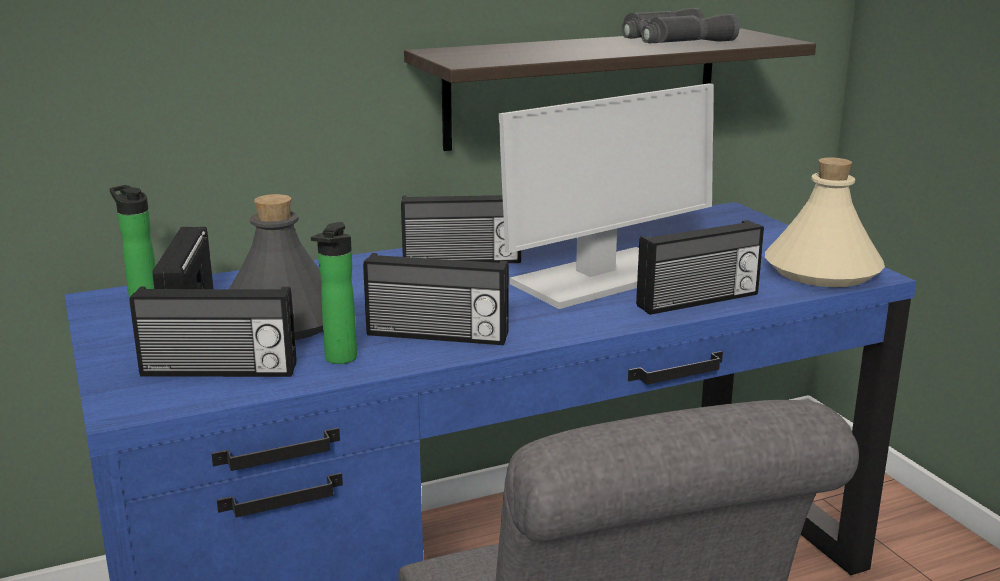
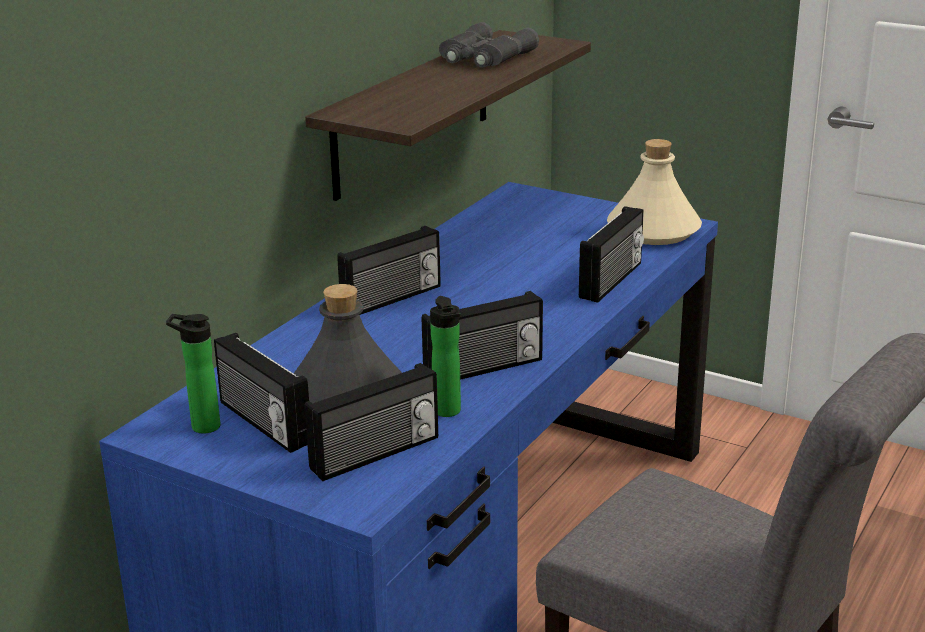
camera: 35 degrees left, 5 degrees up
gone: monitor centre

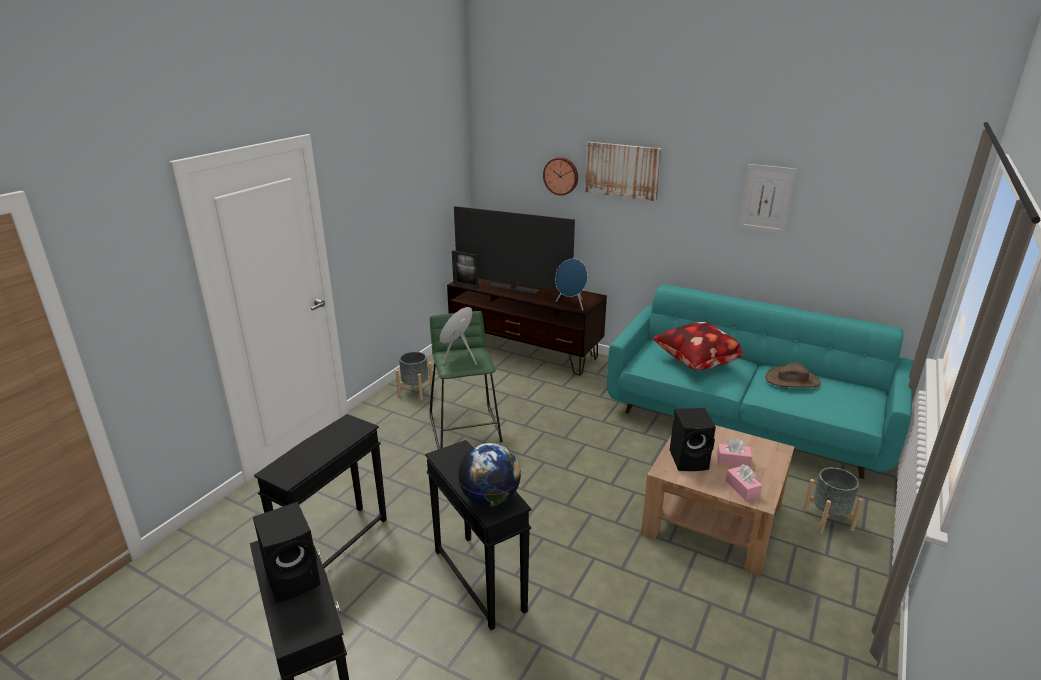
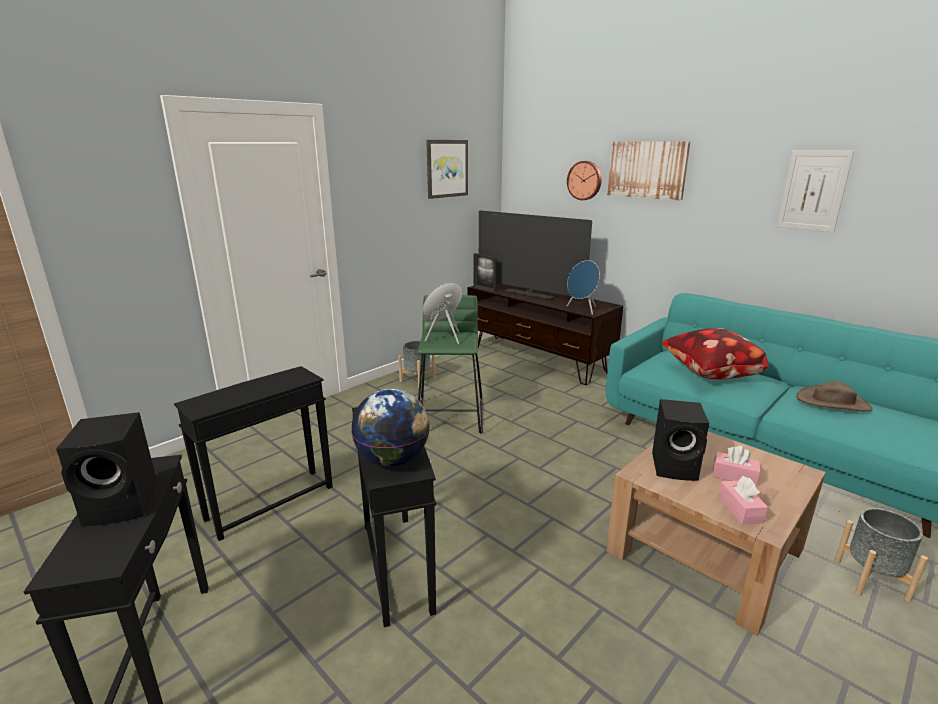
camera: 15 degrees right, 5 degrees down
new: obraz (no. 1 from left) top centre

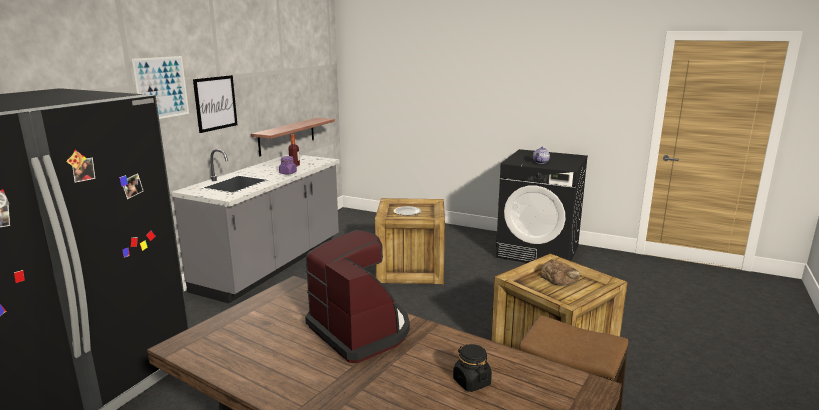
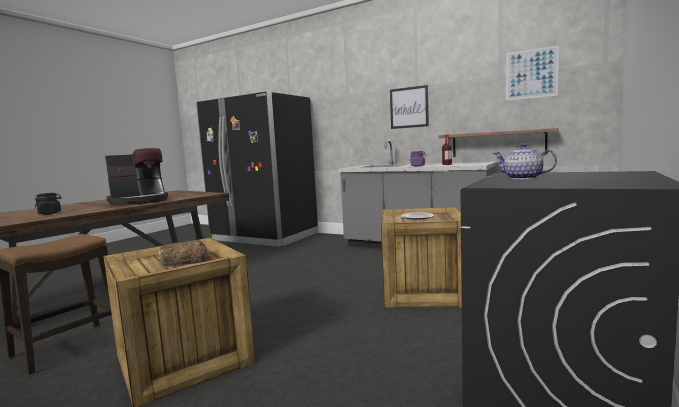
camera: 95 degrees right, 10 degrees down
shifted: obraz (no. 1 from left in the first image) top left to obraz (no. 2 from left) top right

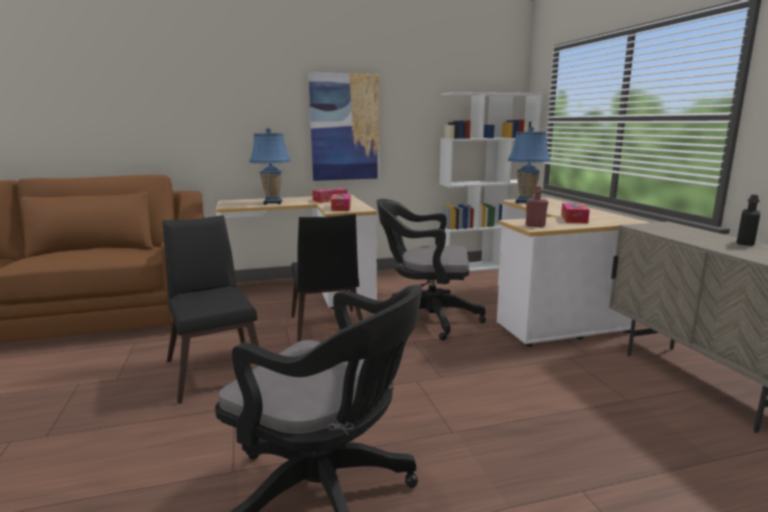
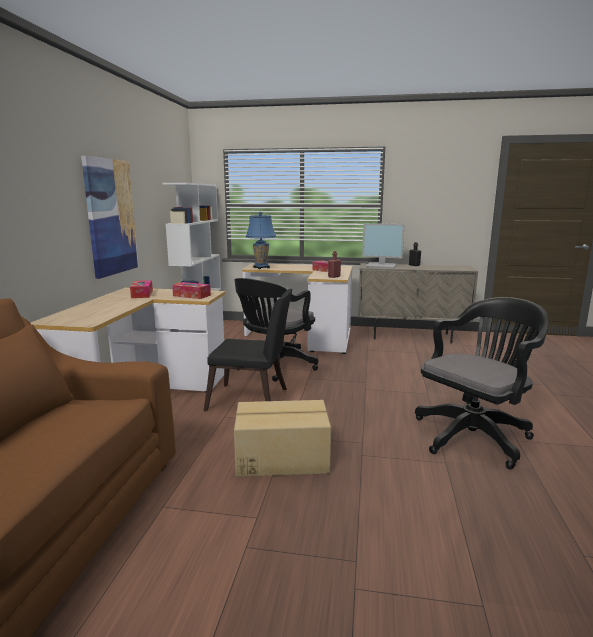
camera: 65 degrees left, 0 degrees up
gone: lampa stołowa/niebieski (no. 1 from left) top centre
new: monitor centre
swapped: krzesło/czarny (no. 1 from left) middle left to karton bottom centre

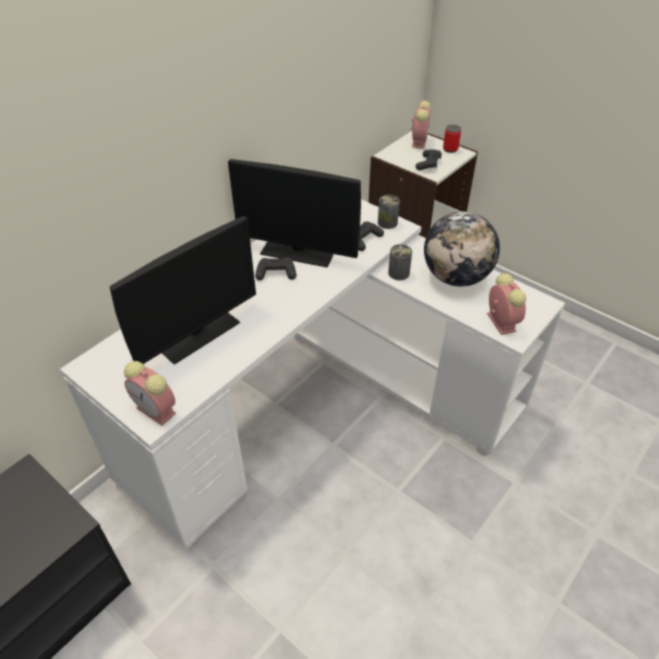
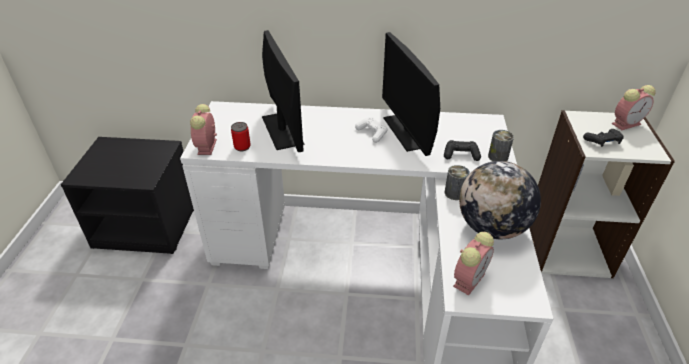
camera: 55 degrees right, 5 degrees down
shifted: puszka (no. 3 from left in the first image) top right to puszka (no. 1 from left) centre
repainted: pad do gier/czarny (no. 1 from left) centre to pad do gier/biały centre
rotated: monitor (no. 1 from left) middle left = top centre 120 degrees counterclockwise

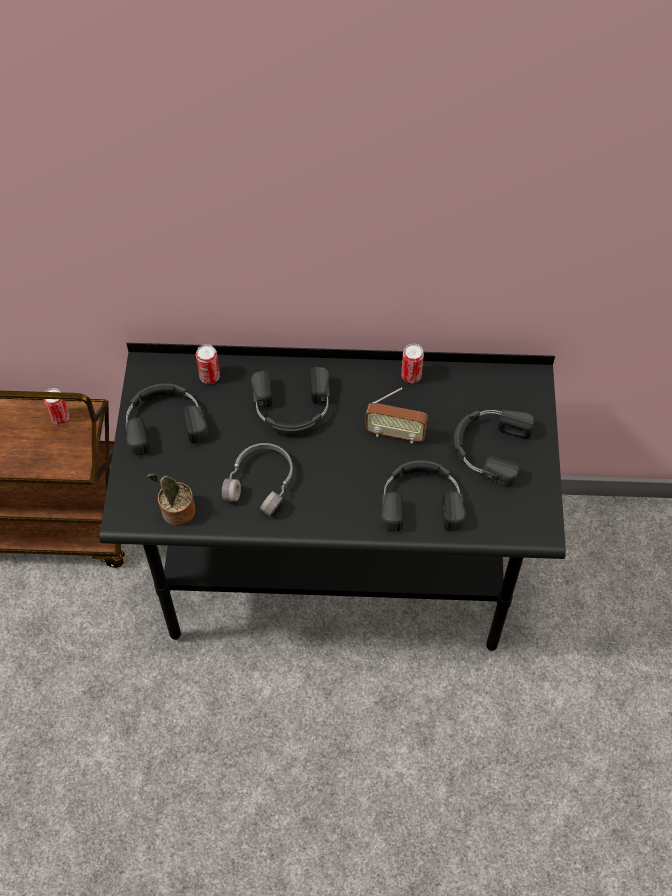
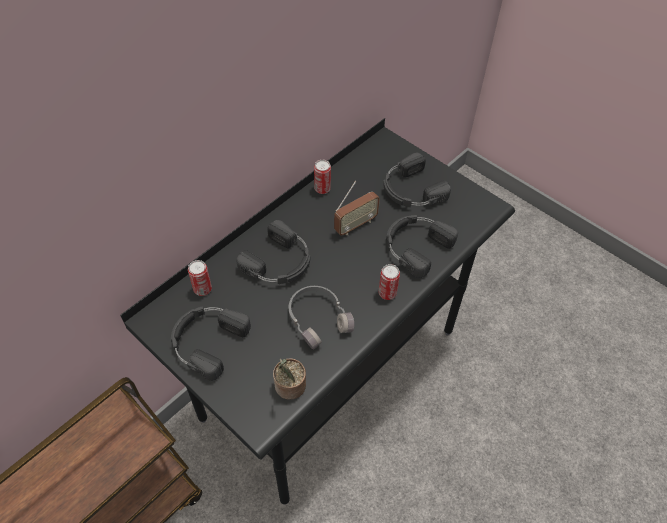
camera: 50 degrees left, 5 degrees down
shifted: puszka (no. 1 from left in the first image) middle left to puszka (no. 3 from left) centre

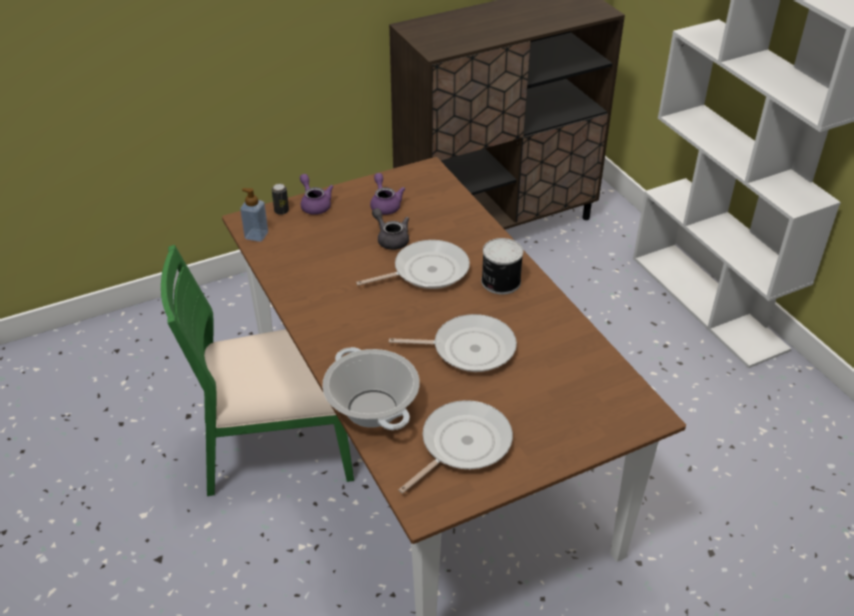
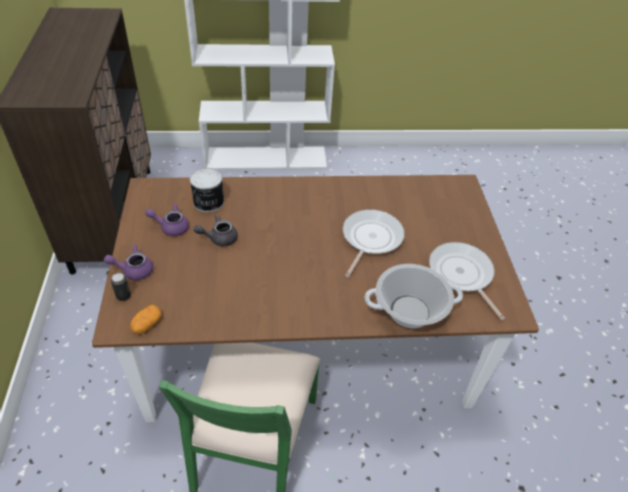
camera: 70 degrees left, 5 degrees up
gone: patelnia (no. 1 from left) centre
shifted: puszka (no. 2 from left) centre to middle left
swapped: dozownik mydła middle left to ziemniak middle left

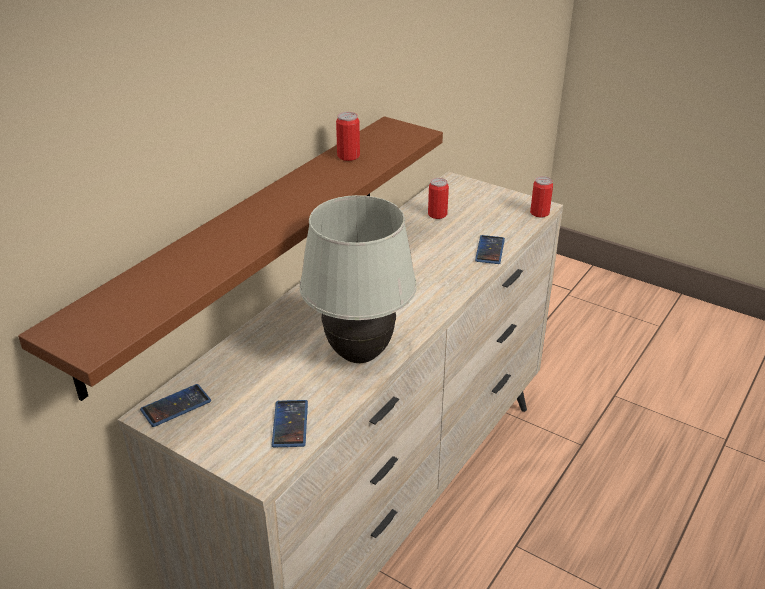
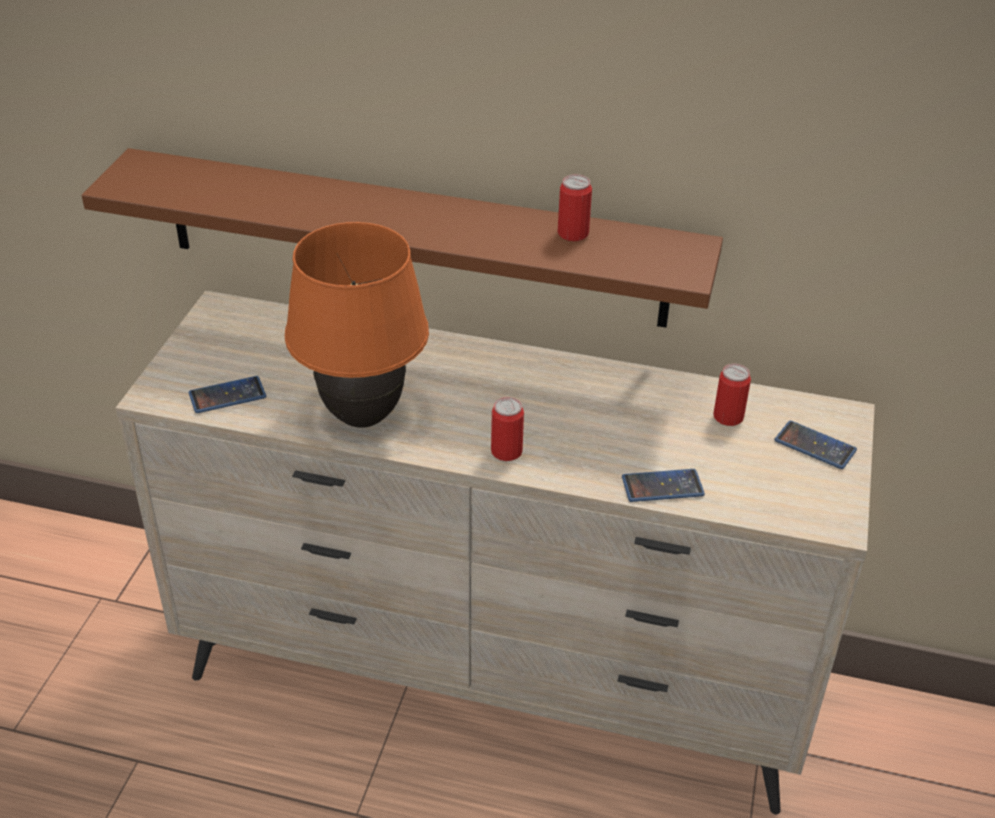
camera: 70 degrees right, 5 degrees up
shifted: puszka (no. 3 from left in the first image) middle right to puszka (no. 1 from left) centre; telefon (no. 1 from left in the first image) bottom left to telefon (no. 3 from left) middle right
repainted: lampa stołowa/biały centre to lampa stołowa/pomarańczowy centre

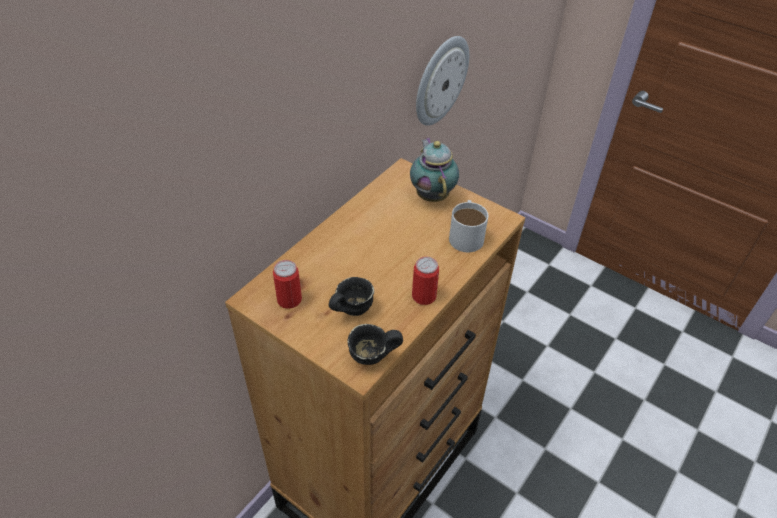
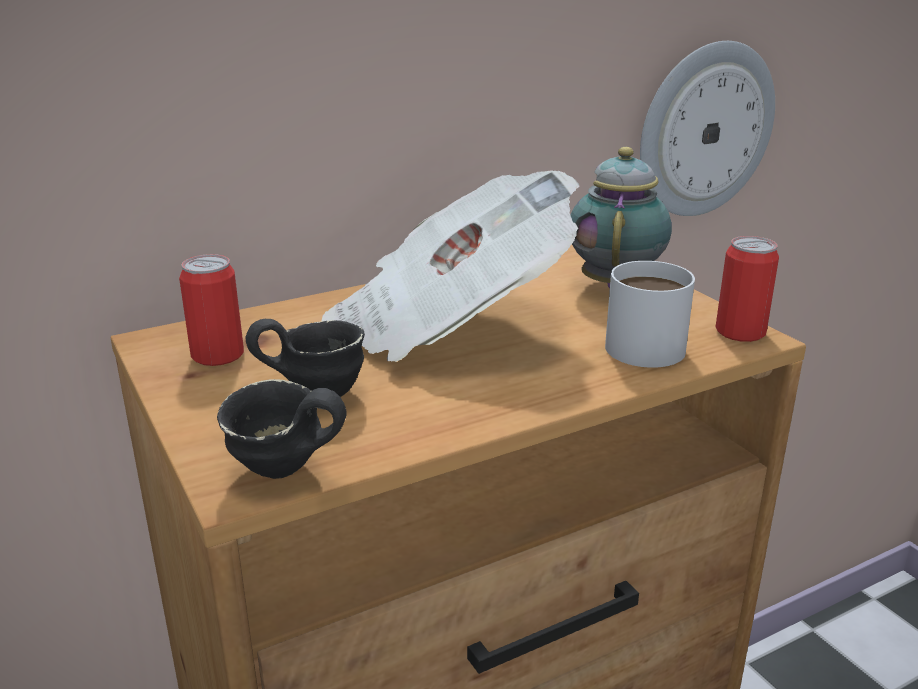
camera: 25 degrees right, 20 degrees down
new: gazeta centre
shifted: puszka (no. 2 from left) centre to middle right

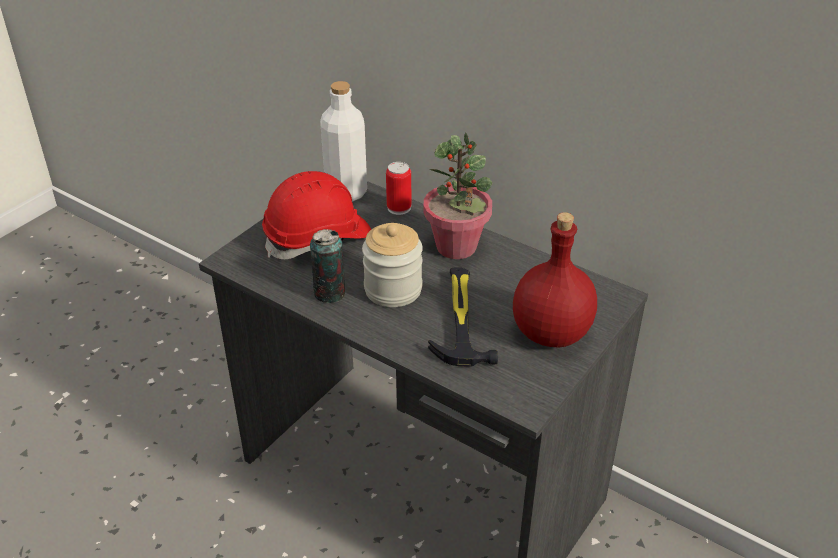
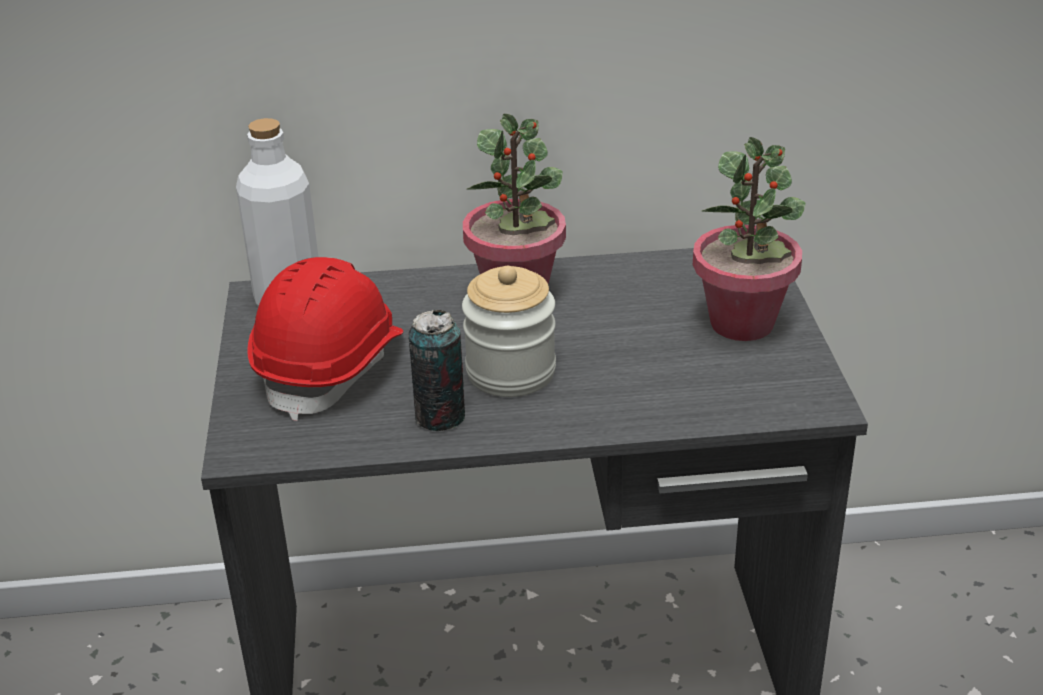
camera: 40 degrees left, 5 degrees down
gone: puszka (no. 2 from left) centre; młotek centre
swapped: butelka/czerwony centre to roślina doniczkowa (no. 2 from left) middle right

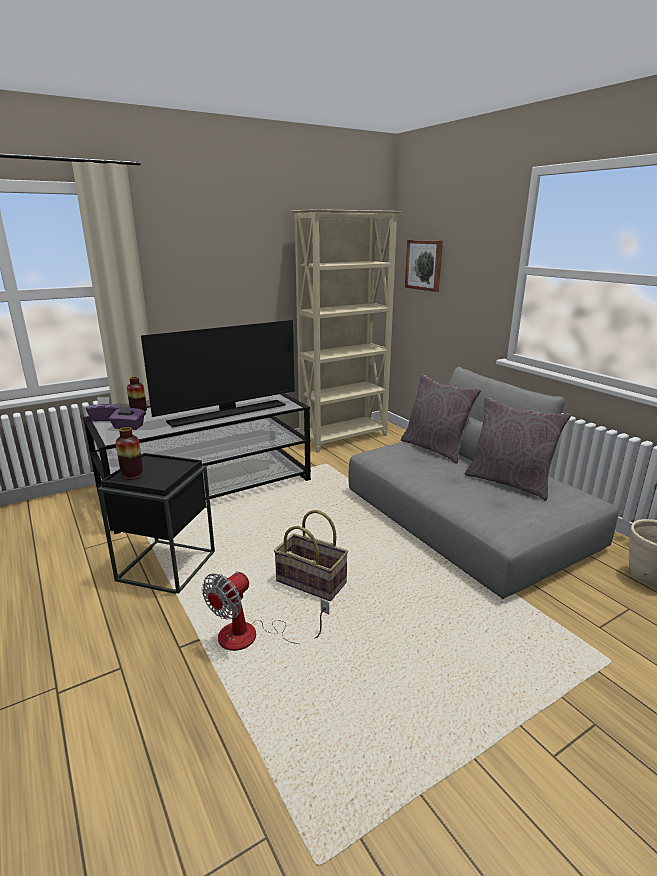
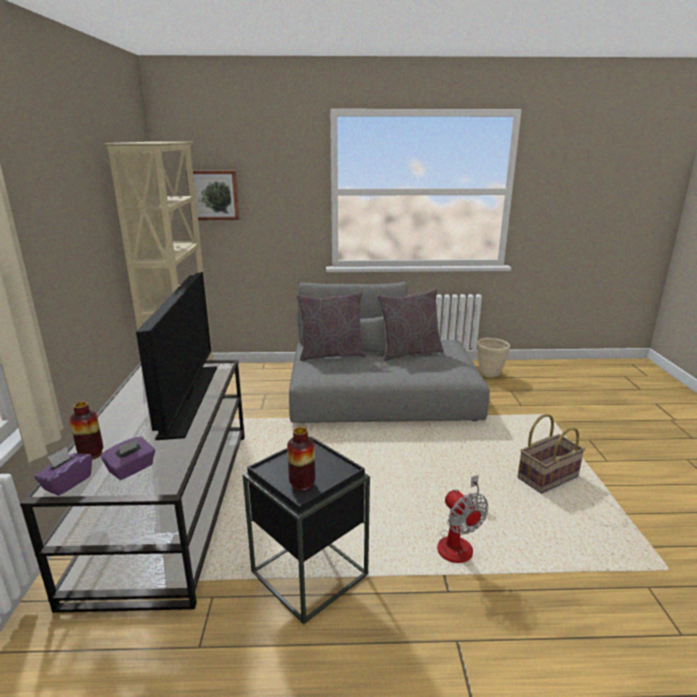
camera: 60 degrees left, 0 degrees up
shifted: koszyk centre to middle right

